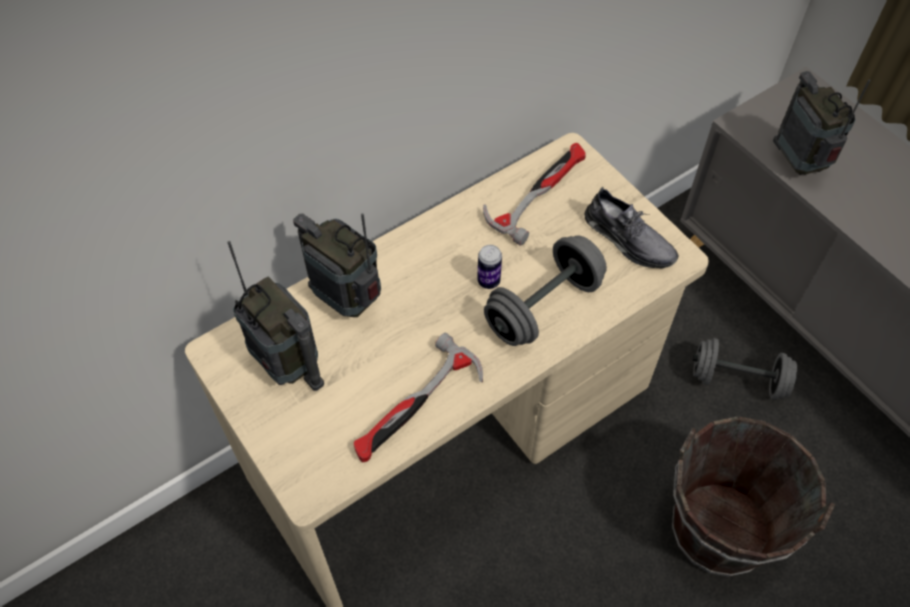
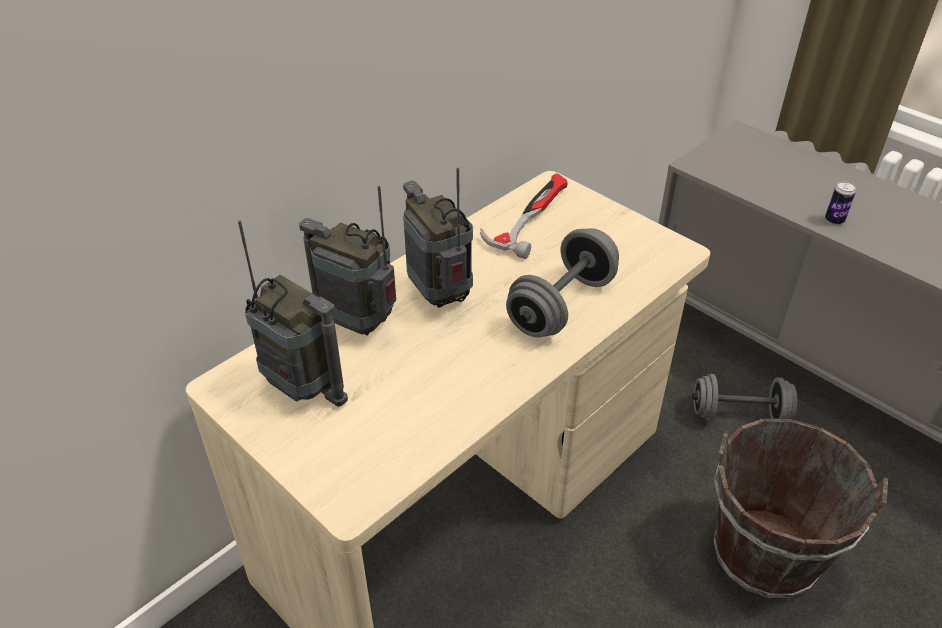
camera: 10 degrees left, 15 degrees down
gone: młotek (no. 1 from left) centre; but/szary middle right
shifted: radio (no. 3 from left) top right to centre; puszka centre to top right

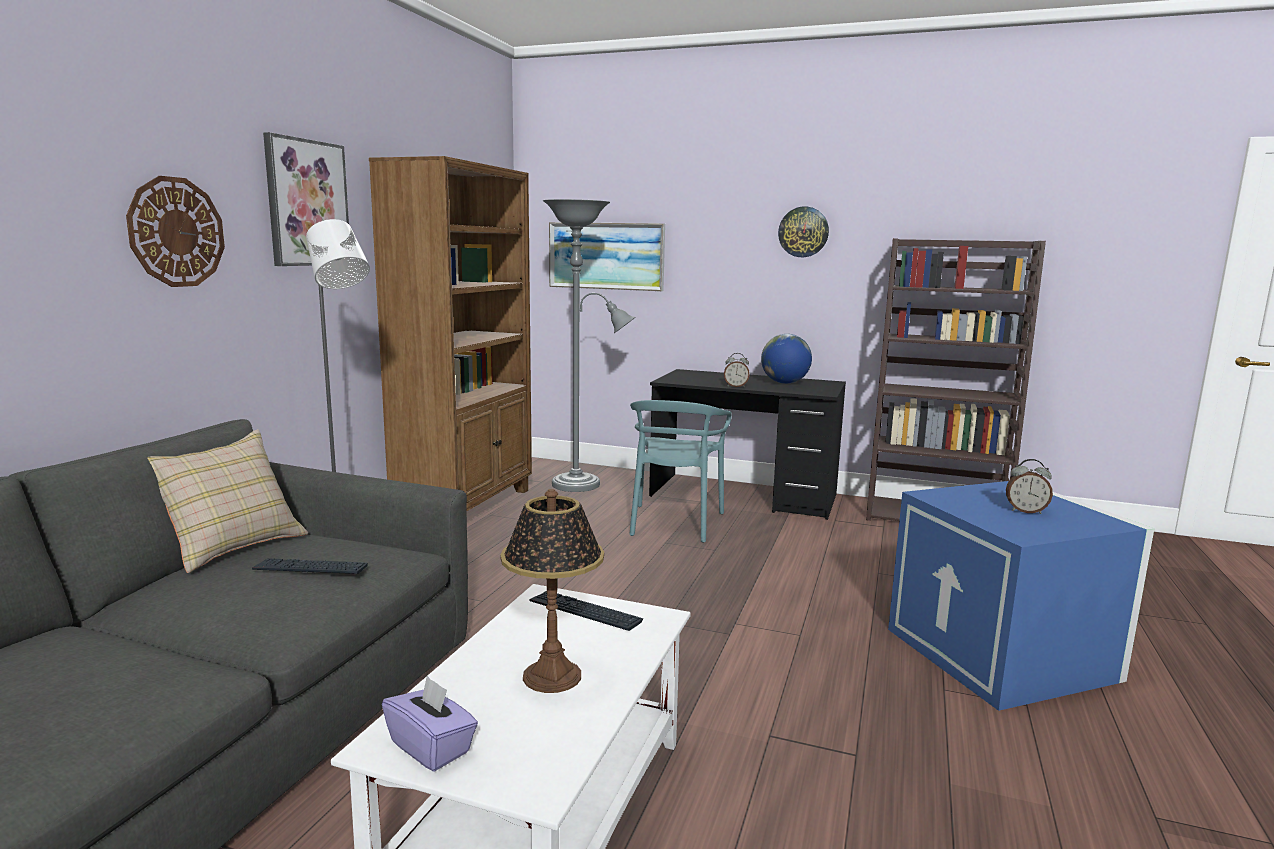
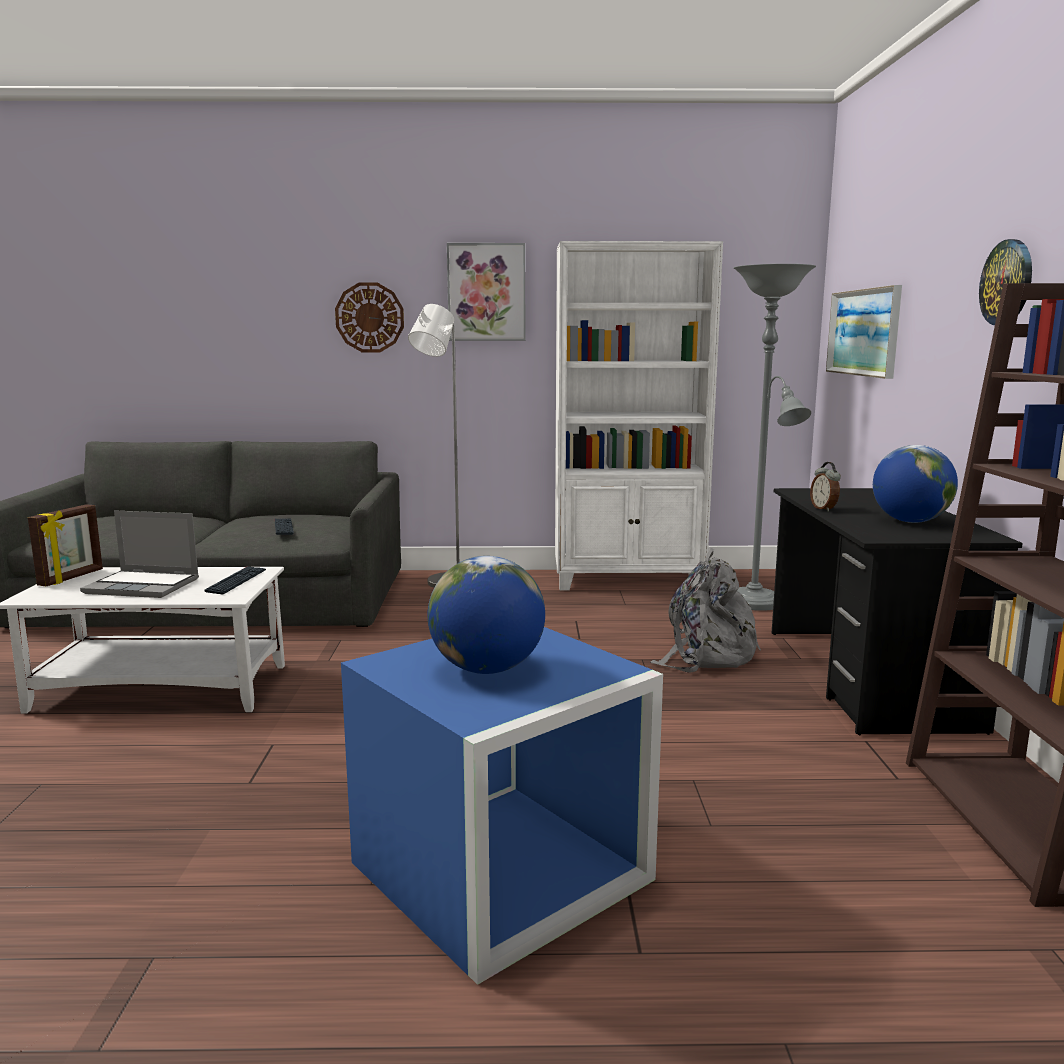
camera: 70 degrees right, 0 degrees up
gone: poduszka/beżowy middle left
swapped: pudełko chusteczek/fioletowy bottom centre to ramka na zdjęcie middle left; lampa stołowa bottom centre to laptop middle left; budzik (no. 2 from left) middle right to globus (no. 1 from left) centre; krzesło/turkusowy centre to plecak/szary centre
repainted: regał/brązowy (no. 1 from left) centre to regał/biały centre

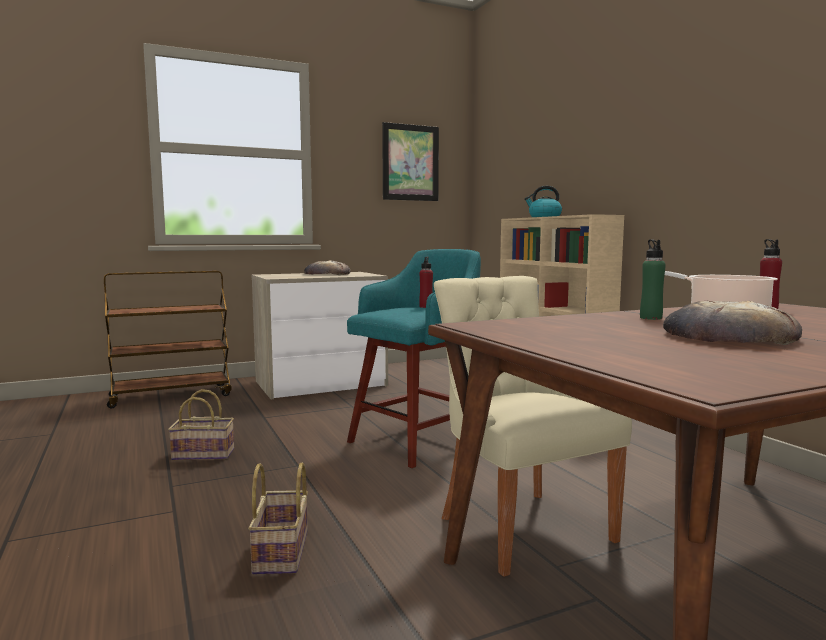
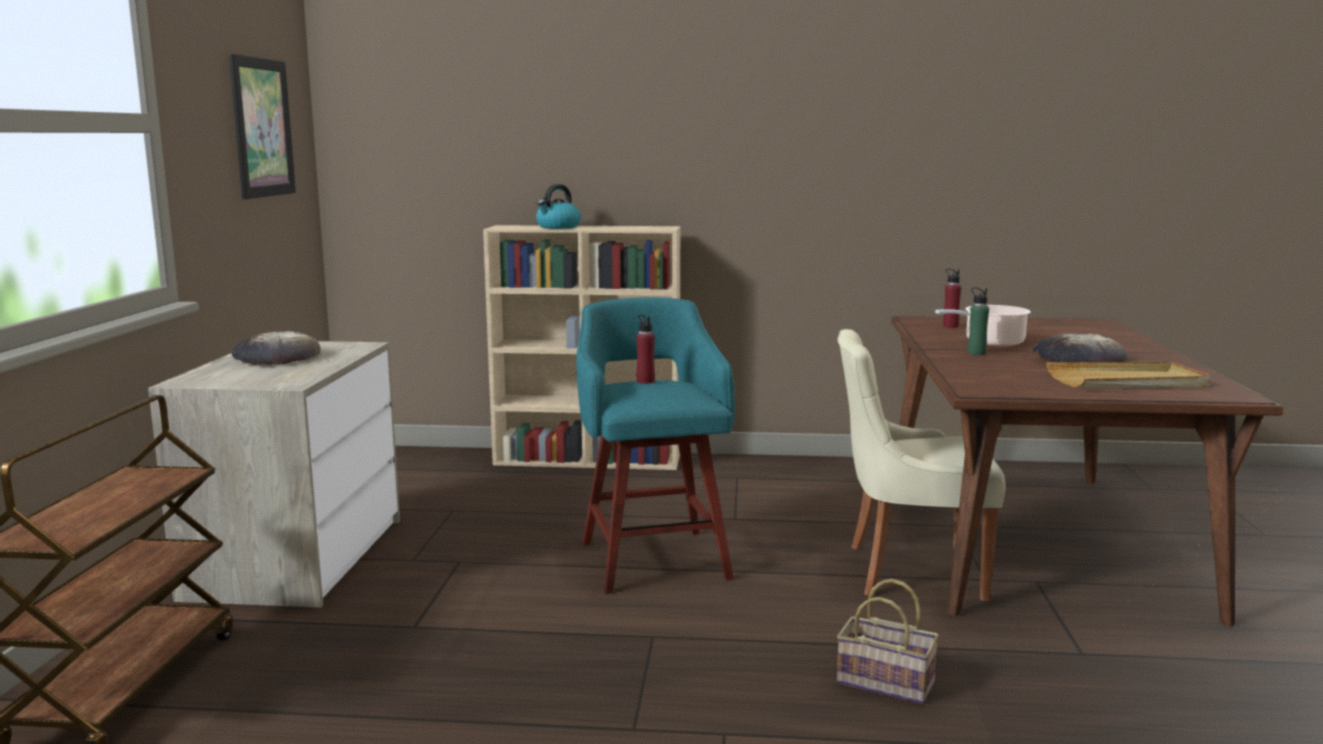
camera: 60 degrees left, 5 degrees up
gone: koszyk (no. 1 from left) middle left
new: taca/beżowy middle right

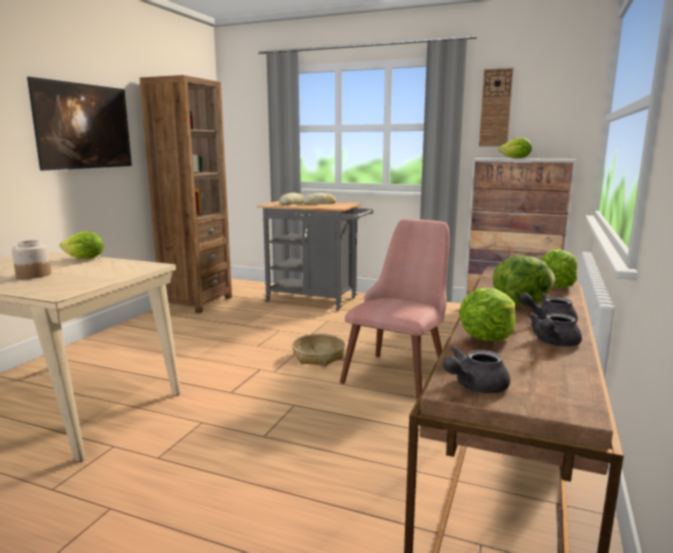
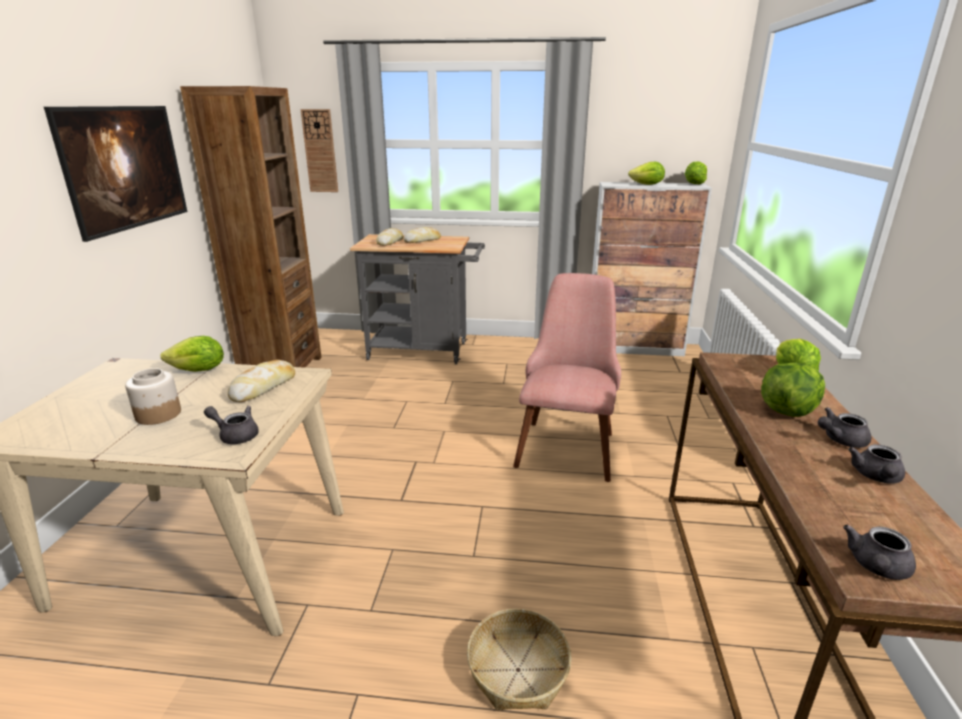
camera: 15 degrees left, 10 degrees up
new: imbryk/szary (no. 1 from left) middle left; chleb (no. 1 from left) middle left
shifted: zegar ścienny top right to top left; koszyk centre to bottom centre; sałata (no. 2 from left in the first image) middle right to sałata (no. 3 from left) top right

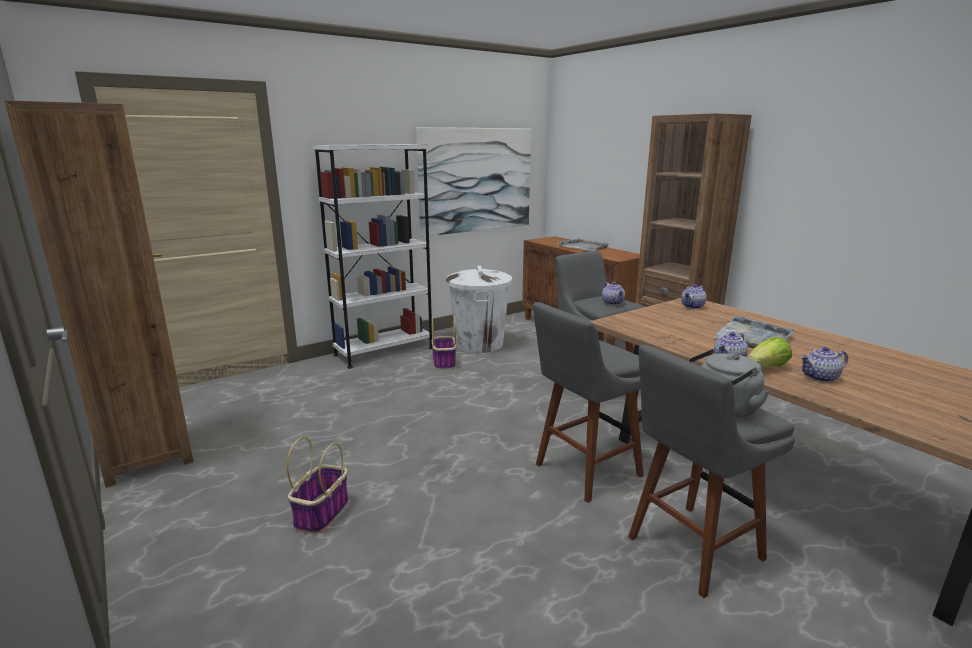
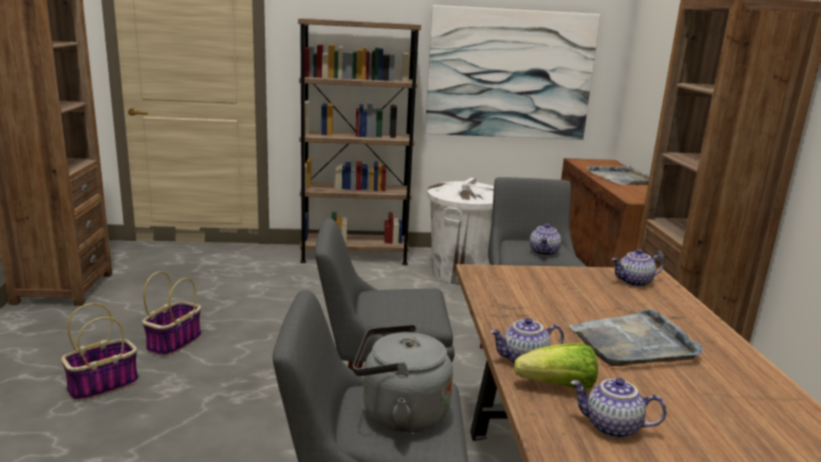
camera: 30 degrees right, 0 degrees up
shifted: koszyk (no. 2 from left) centre to bottom left
repainted: regał/biały centre to regał/brązowy (no. 2 from left) top centre

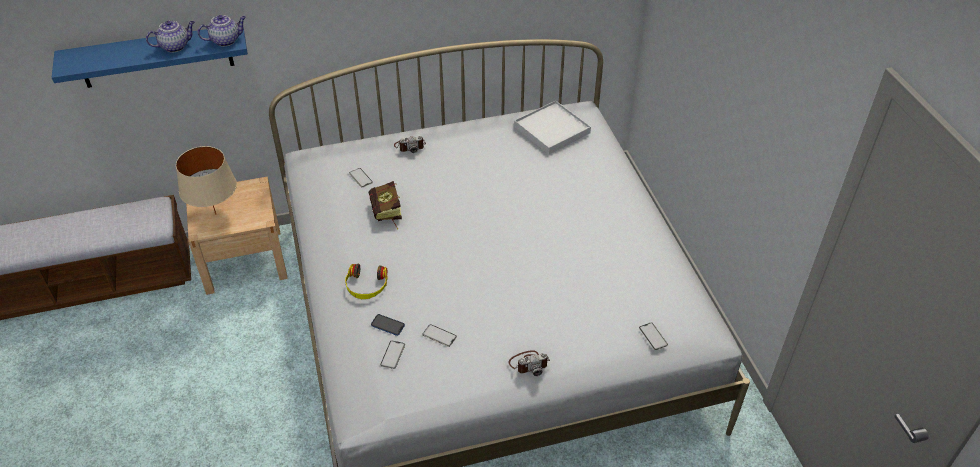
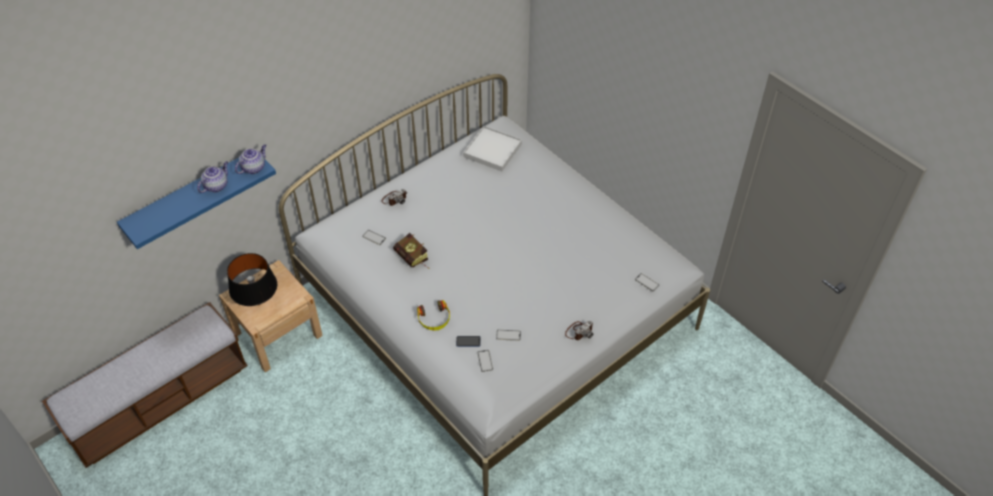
camera: 25 degrees left, 5 degrees up
repainted: lampa stołowa/beżowy middle left to lampa stołowa/czarny middle left

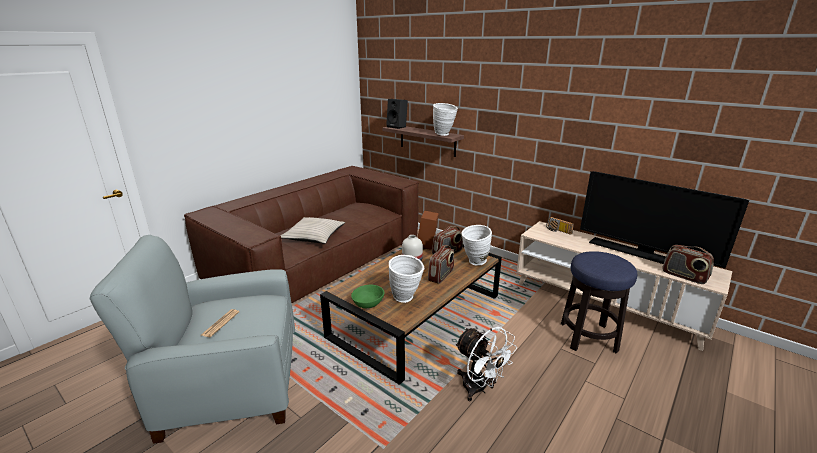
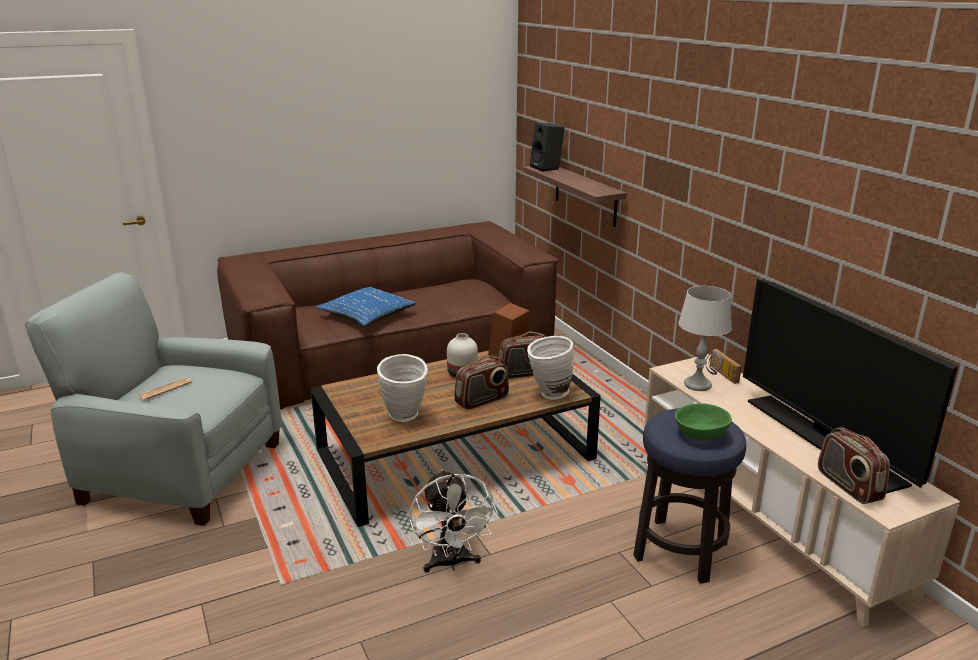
camera: 25 degrees right, 0 degrees up
gone: wazon/biały (no. 3 from left) top centre
new: lampa stołowa/szary middle right
shifted: miska/zielony centre to middle right
repainted: poduszka/beżowy centre to poduszka/niebieski centre

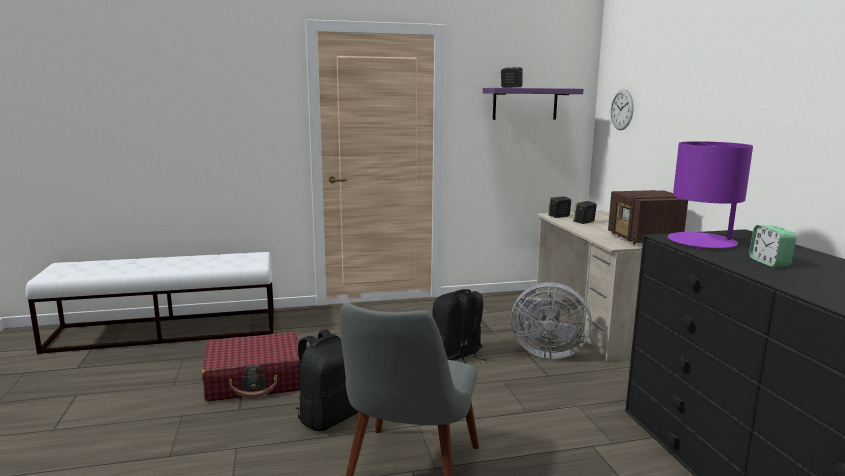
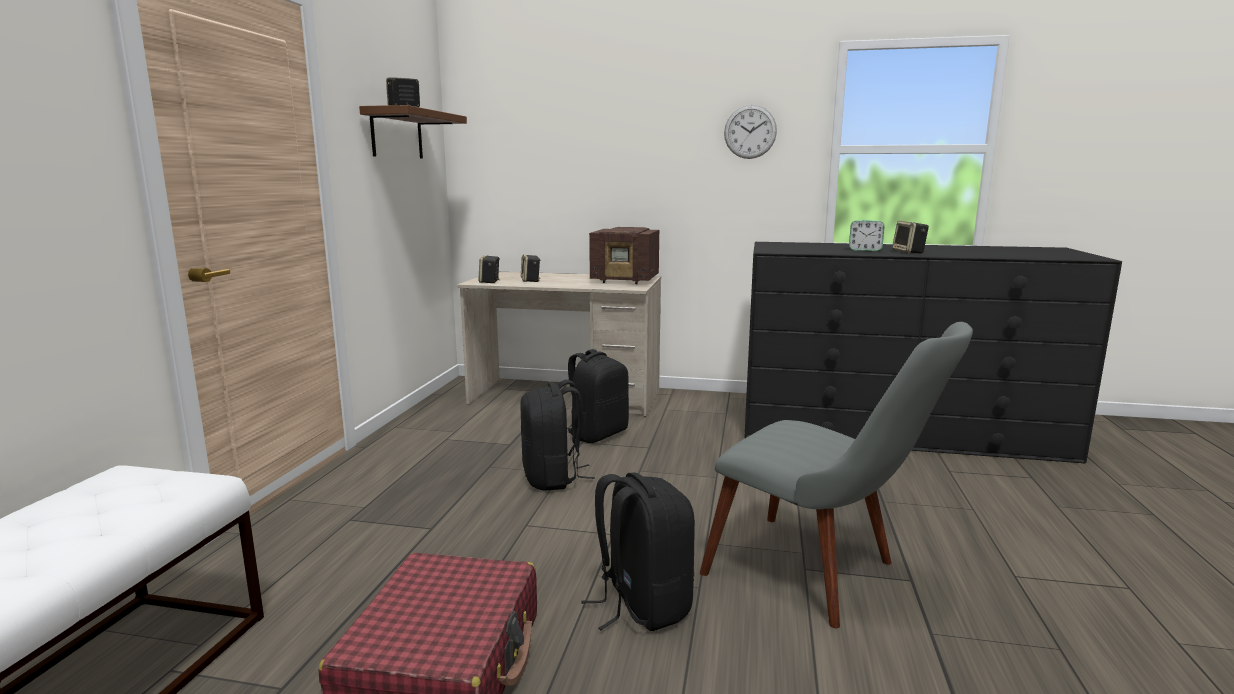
camera: 65 degrees left, 0 degrees up
gone: lampa stołowa/fioletowy middle right
new: głośnik (no. 4 from left) middle right
shifted: zegar ścienny top right to top centre
swapped: wentylator/szary bottom centre to plecak/czarny (no. 2 from left) centre
repainted: półka/fioletowy top centre to półka/brązowy top centre

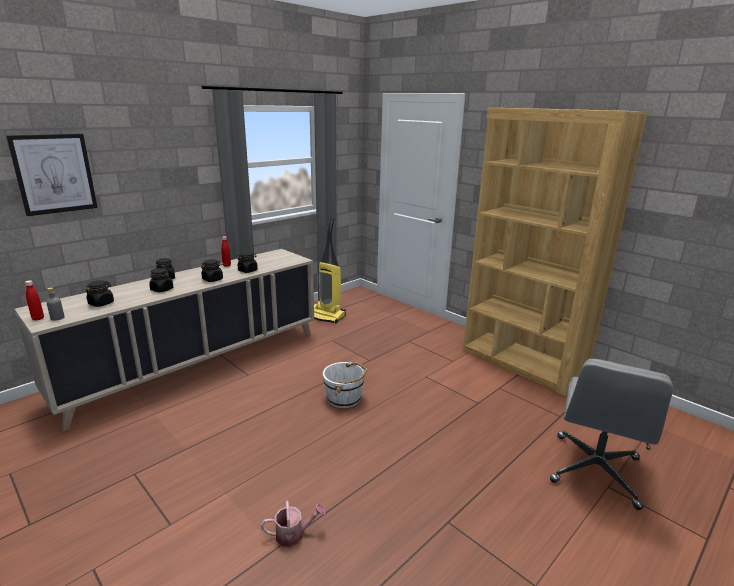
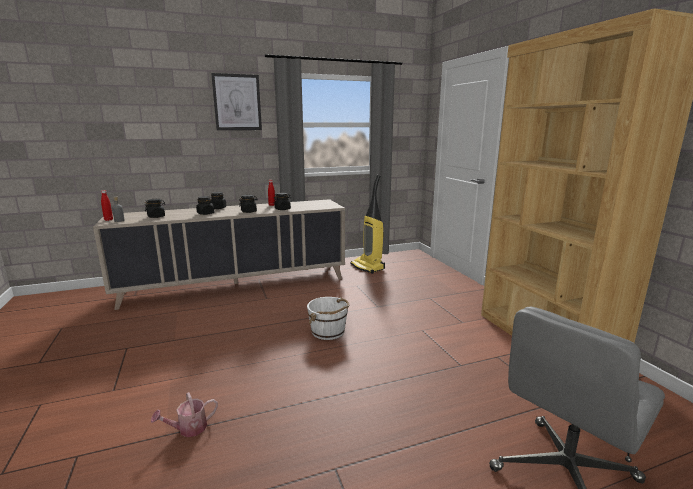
camera: 25 degrees right, 5 degrees down
shifted: obraz top left to top centre
rotated: konewka bottom centre = bottom left 135 degrees clockwise

